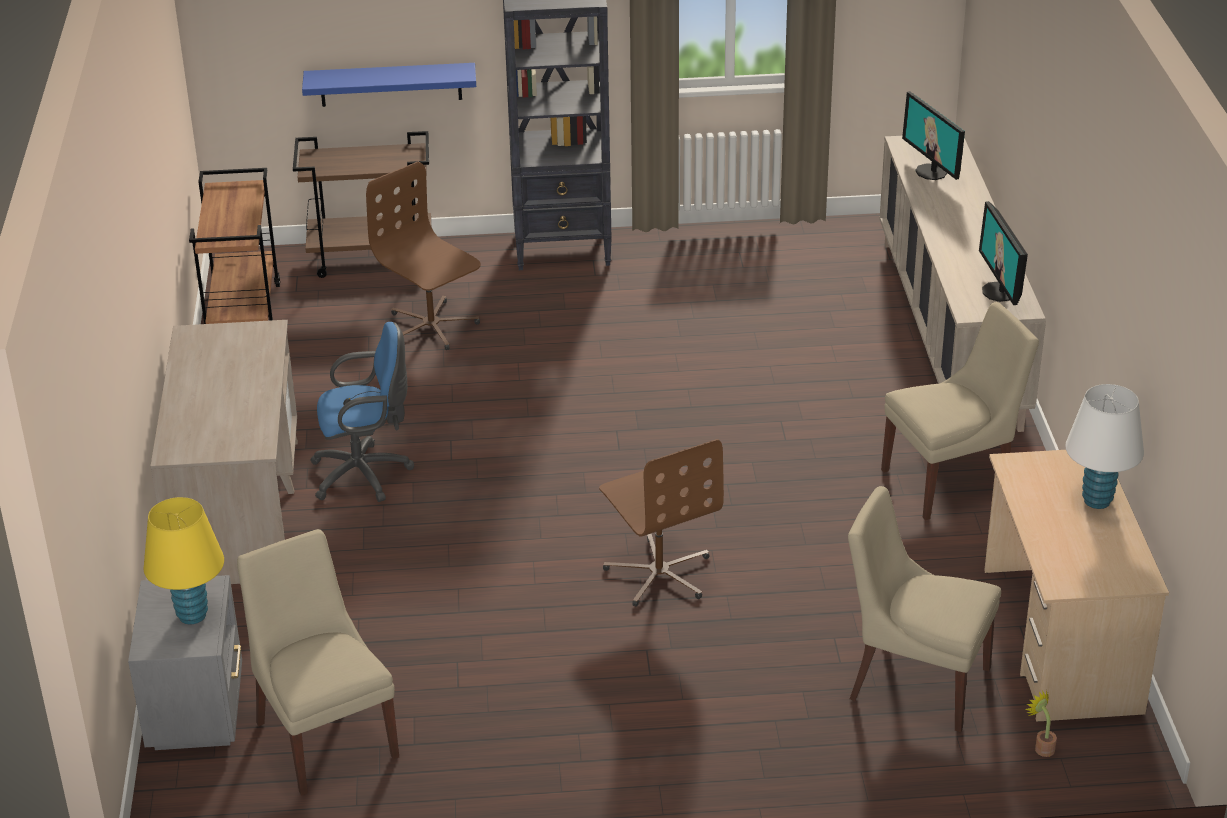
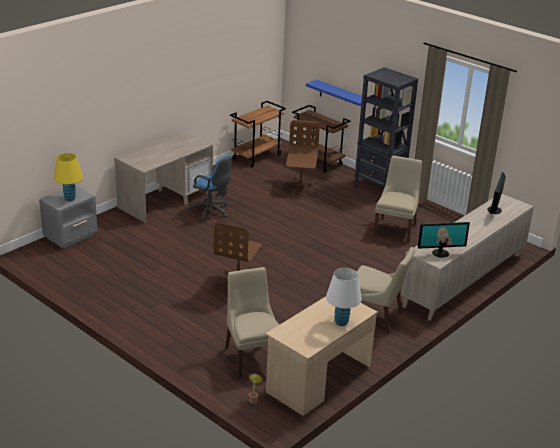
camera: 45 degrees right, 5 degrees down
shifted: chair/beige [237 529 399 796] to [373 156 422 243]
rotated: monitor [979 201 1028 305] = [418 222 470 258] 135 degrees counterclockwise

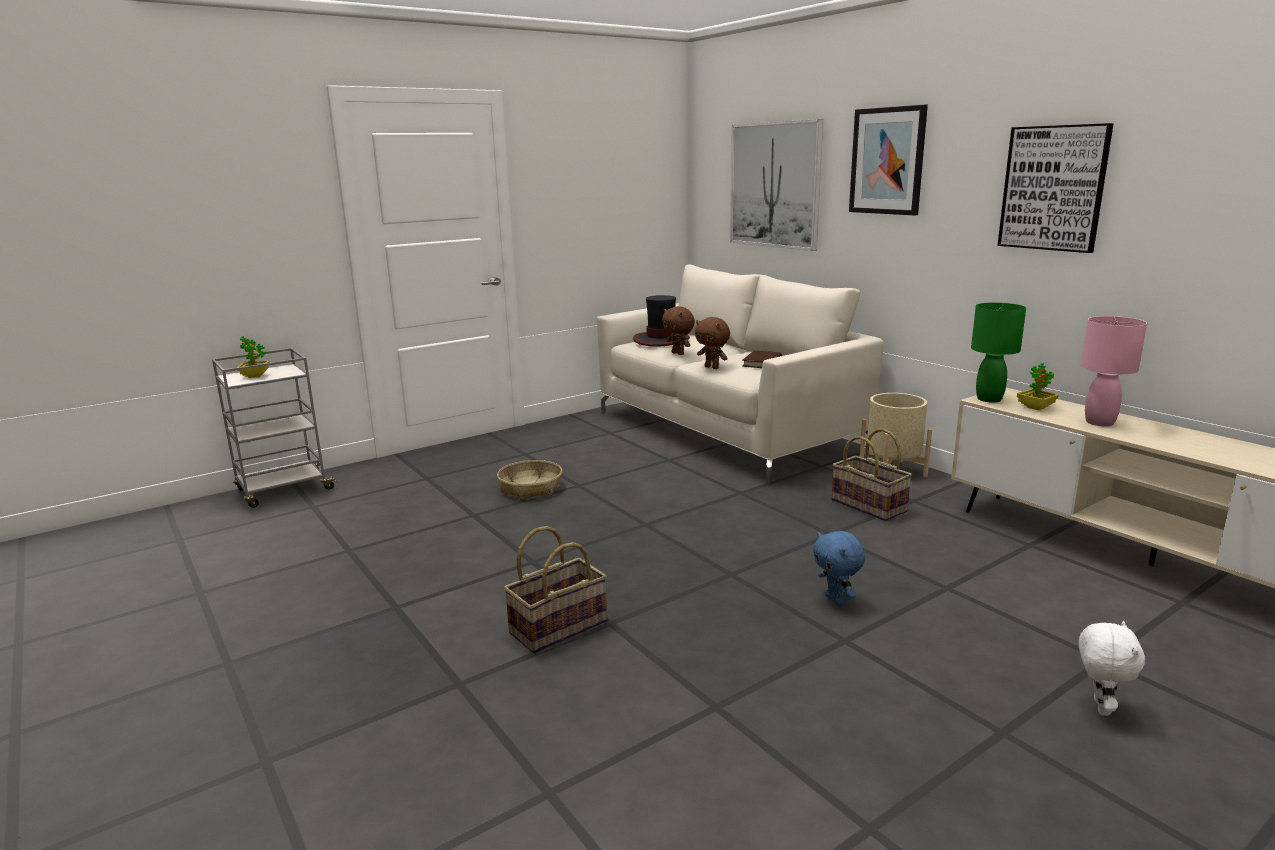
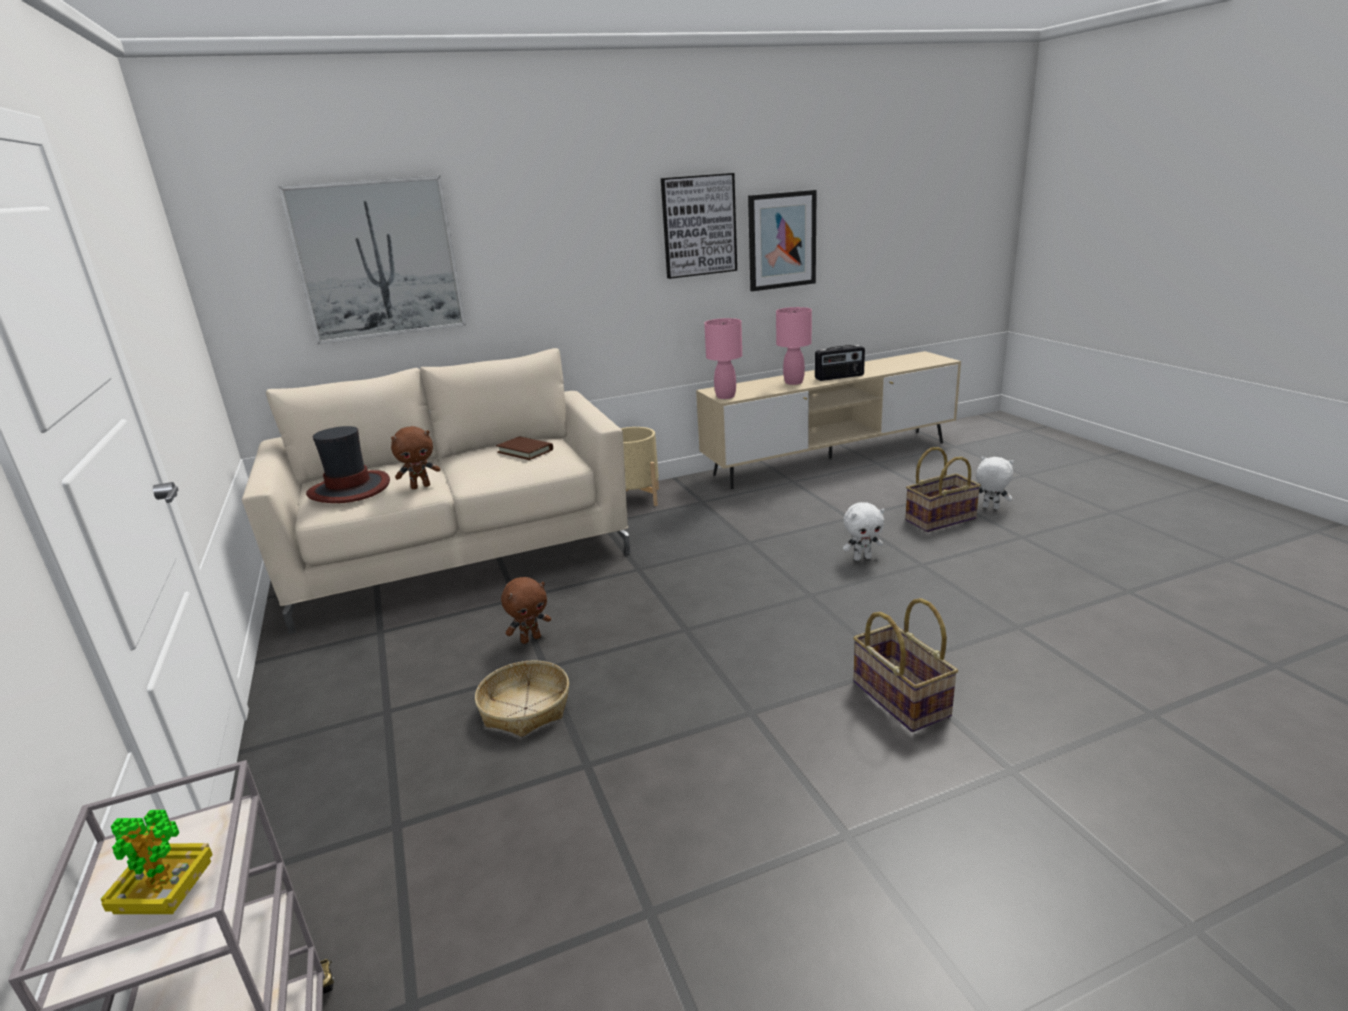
camera: 75 degrees left, 5 degrees up
gone: potted plant [1017 363 1059 410]
new: radio [815 345 865 381]
shifted: plush toy/brown [695 317 730 369] to [501 577 551 644]; basket [831 428 912 521] to [905 447 981 532]; picture [849 105 928 215] to [748 190 817 291]
repainted: plush toy/blue [813 531 865 605] to plush toy/white [843 502 885 561]; table lamp/green [971 302 1026 403] to table lamp/pink [704 318 742 399]

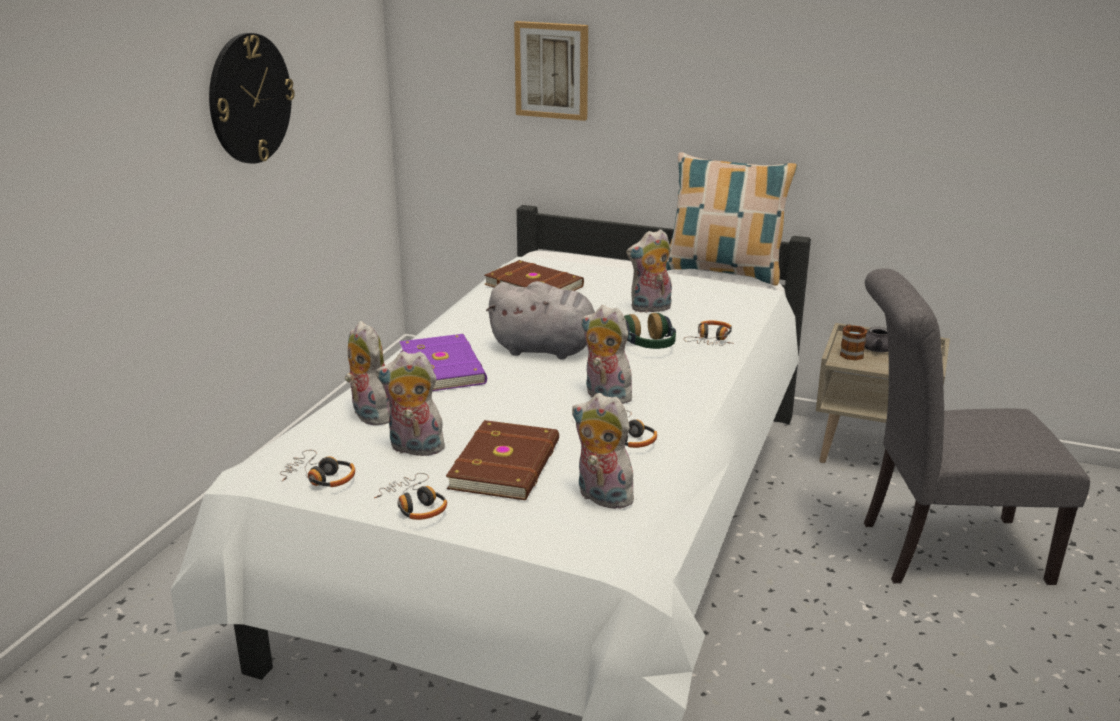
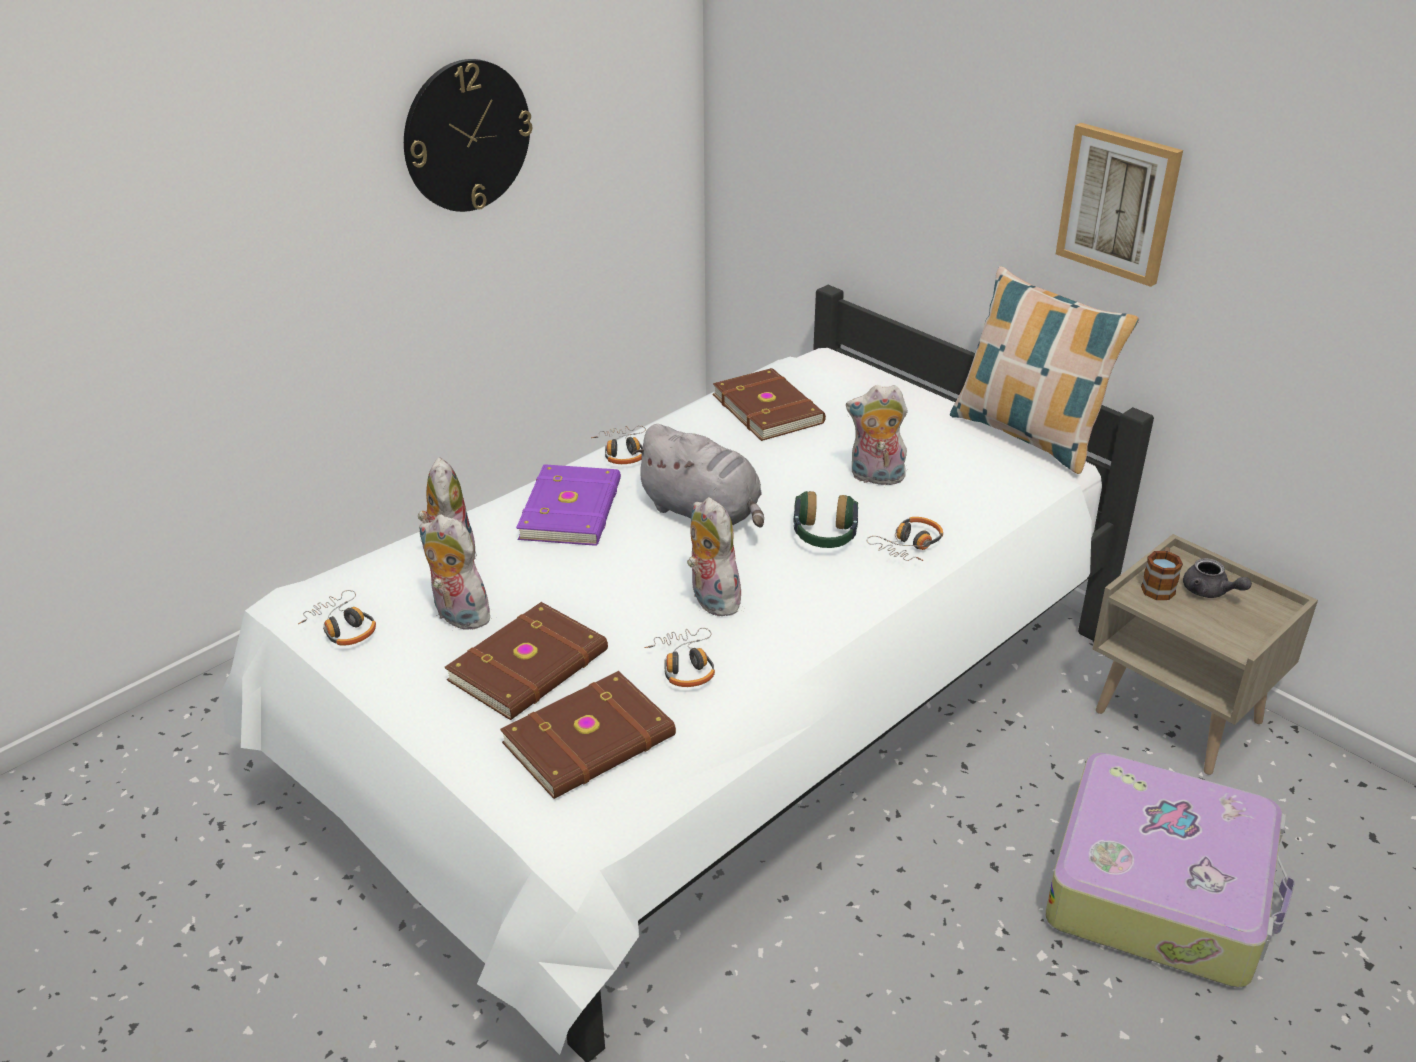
camera: 25 degrees right, 10 degrees up
shifted: headphones [374 473 447 520] to [591 426 646 464]; picture [514 21 588 121] to [1056 123 1183 287]
swapped: plush toy [572 393 640 509] to book/brown [500 671 676 799]; chair/grey [864 268 1090 585] to suitcase [1046 753 1295 988]

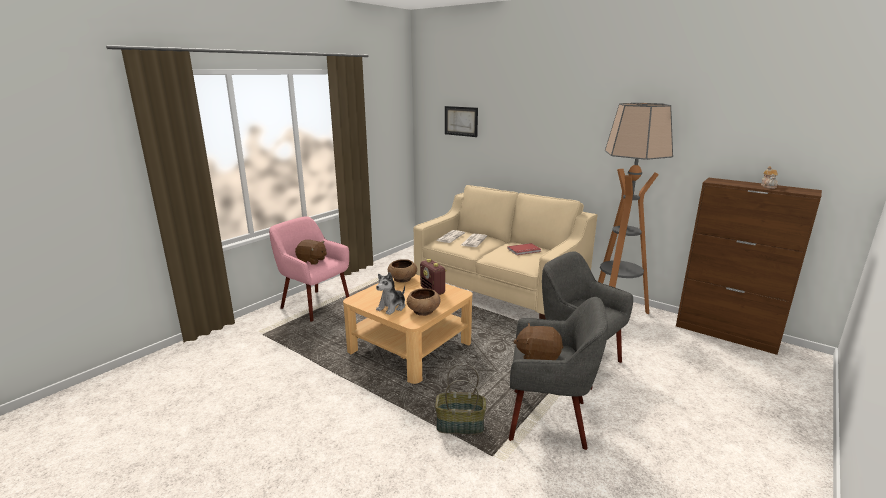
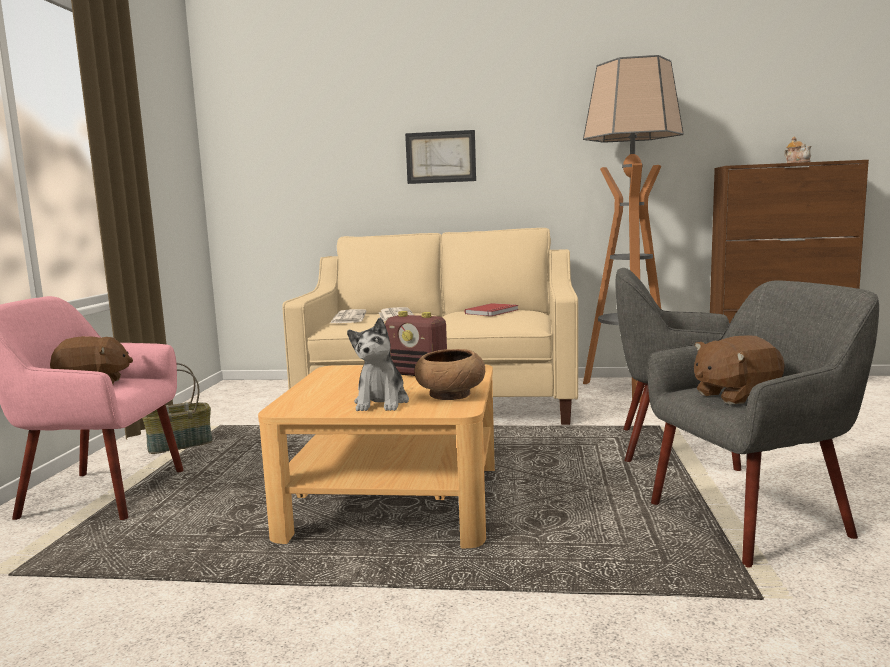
camera: 30 degrees left, 10 degrees down
gone: bowl/brown [388 259 417 283]
shifted: basket [435 364 486 434] to [142 363 213 454]; picture [445 106 478 137] to [405 130 476 184]

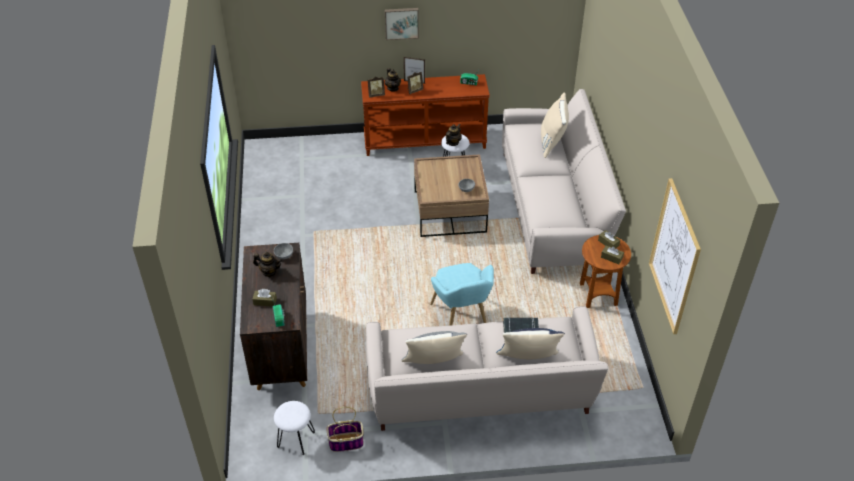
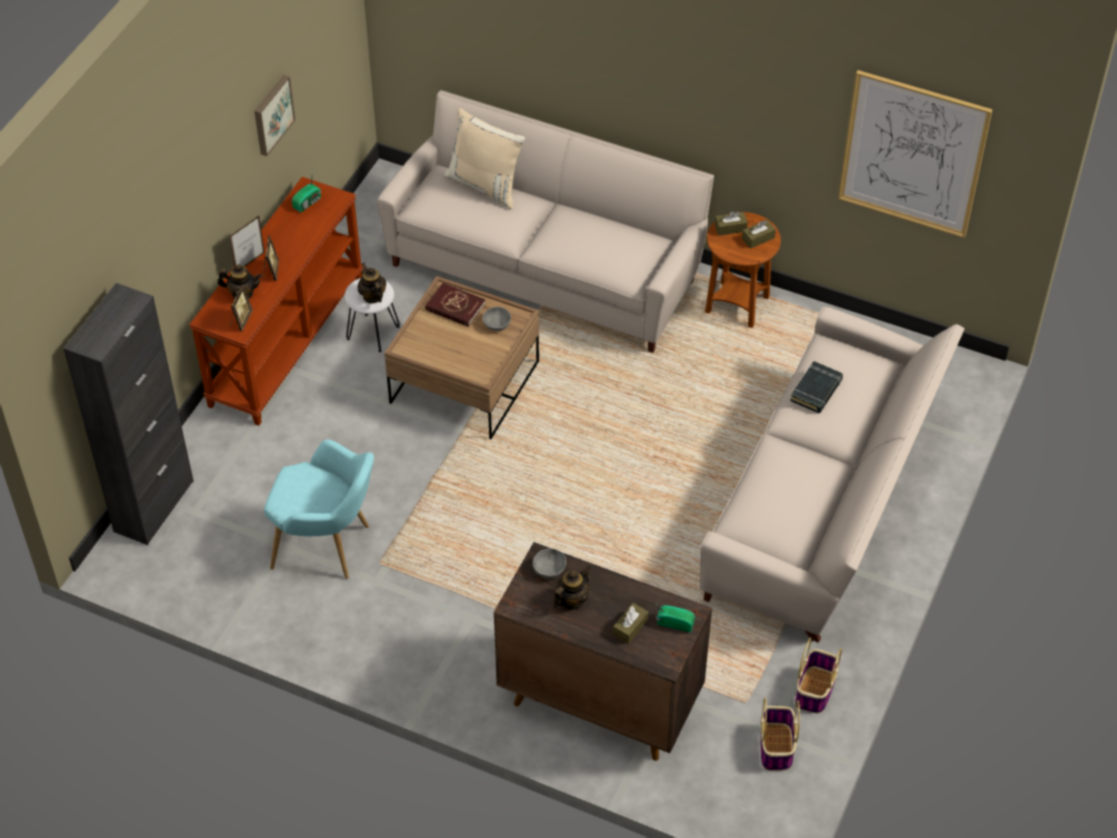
camera: 60 degrees left, 5 degrees up
gone: pillow/grey [401 331 467 364]; pillow/blue [496 328 565 359]
new: cabinet/black [63 283 194 545]; book/red [425 283 486 327]
shifted: picture [385 8 419 40] to [254 75 295 156]; armchair/turquoise [430 263 494 326] to [264 440 374 579]
swapped: stool/white [274 401 315 455] to basket [761 698 800 771]

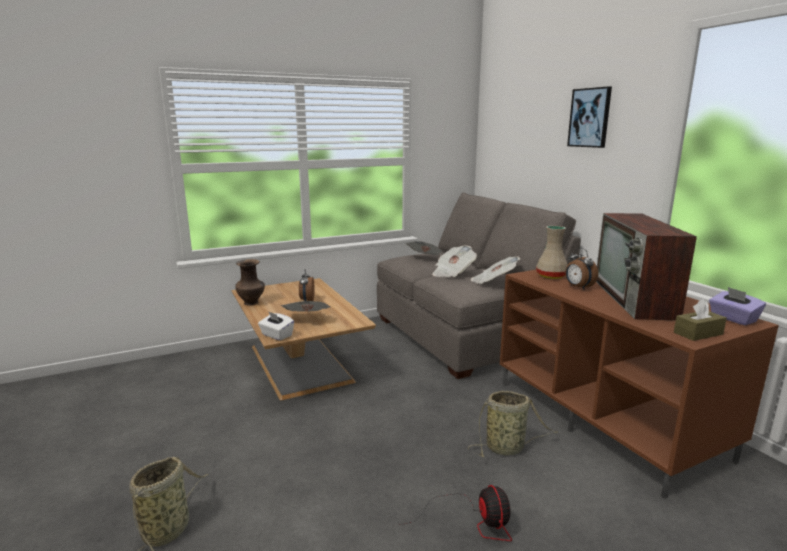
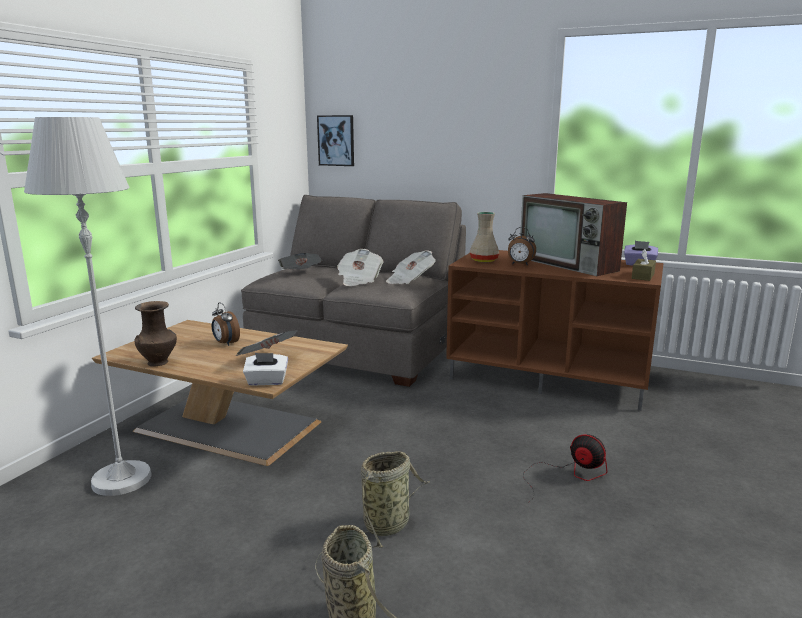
camera: 40 degrees left, 0 degrees up
new: floor lamp/white [24 117 151 496]
shifted: basket [468 391 558 457] to [360 451 429 548]; picture [567 86 612 148] to [317 115 354 166]

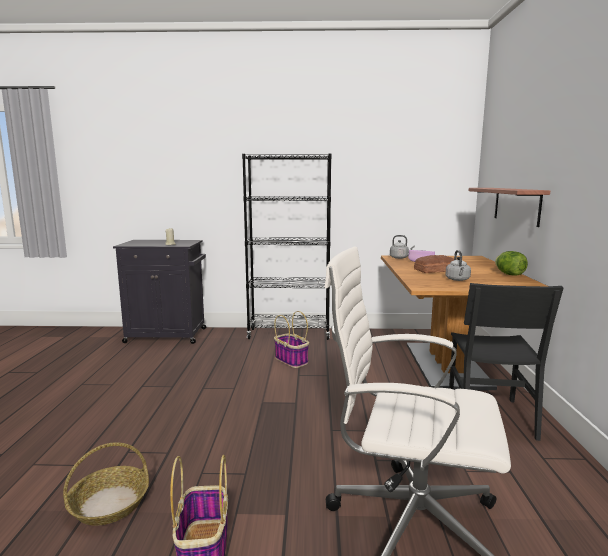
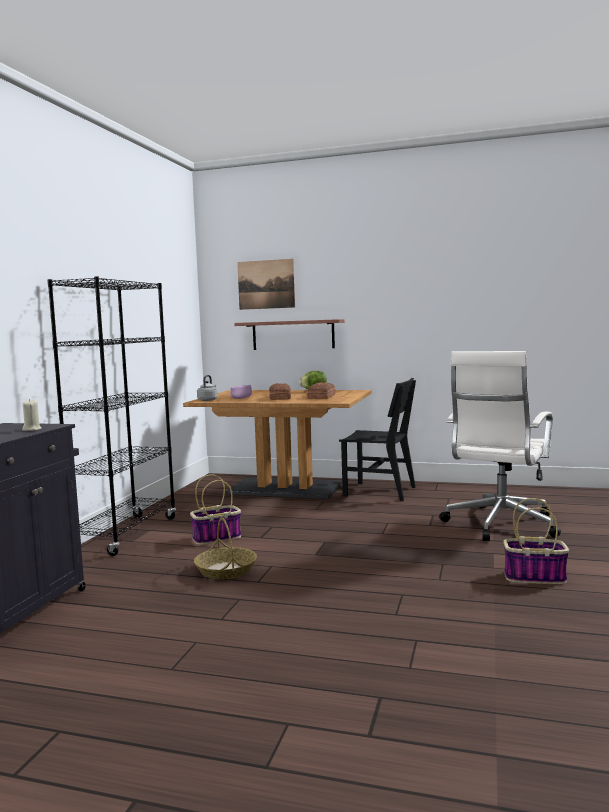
camera: 75 degrees left, 5 degrees down
new: picture [237 259 295 310]
shifted: basket [63 442 149 526] to [194 517 257 580]
swapped: kettle/grey [445 250 471 281] to bread [307 382 336 399]

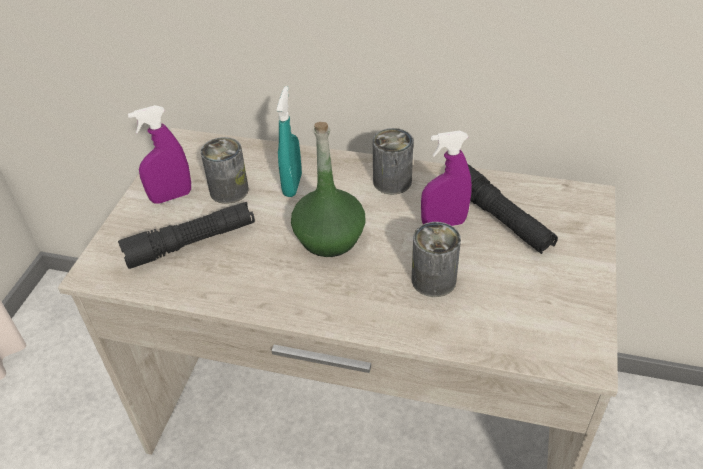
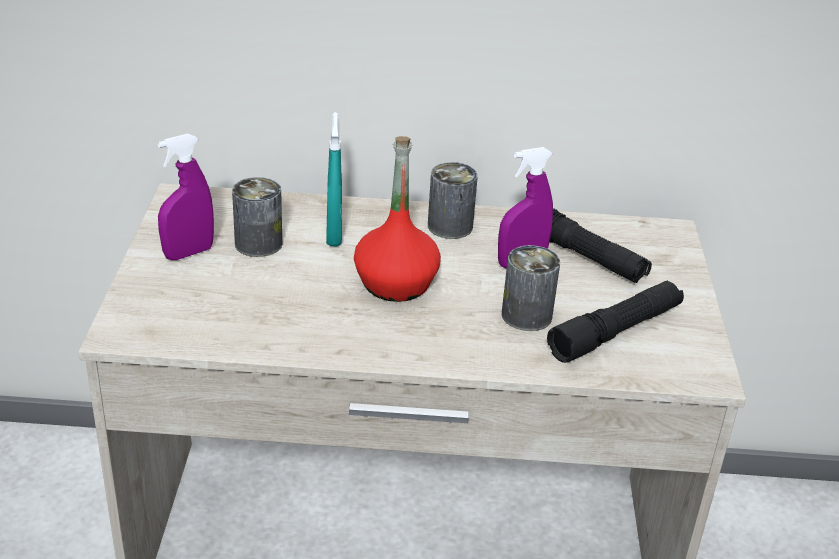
camera: 15 degrees left, 10 degrees down
shifted: flashlight/black [118 202 255 269] to [547 280 684 363]
repainted: bottle/green [291 122 365 257] to bottle/red [354 136 441 302]

